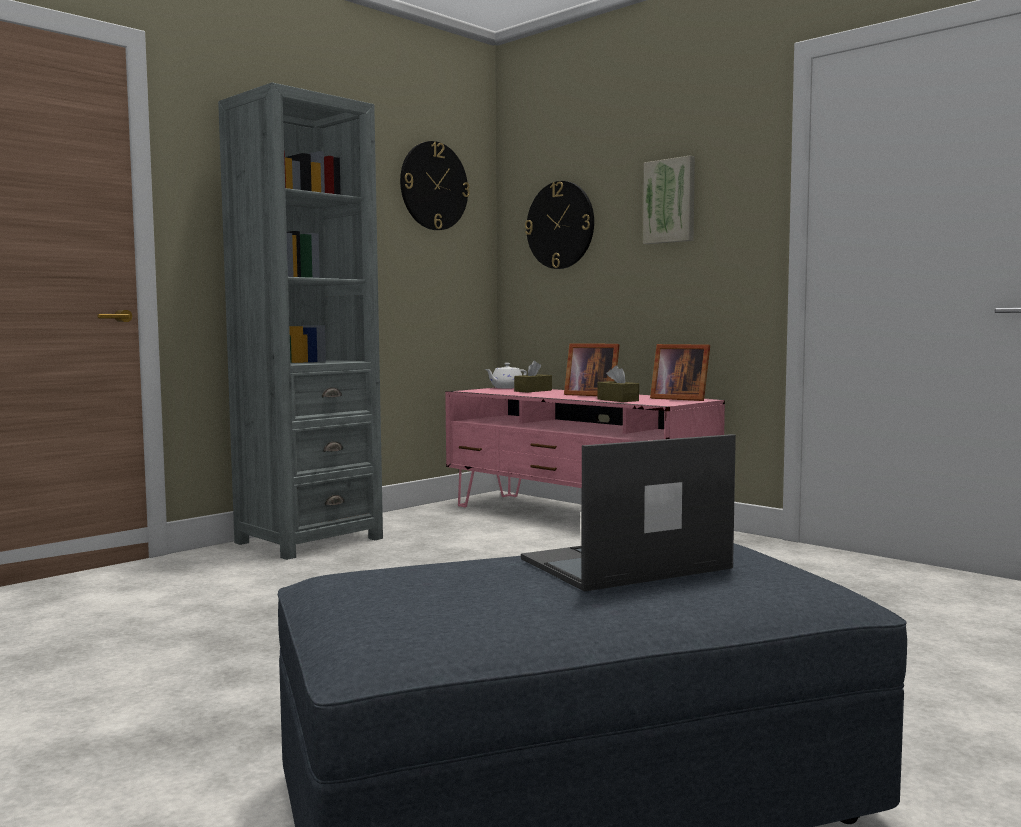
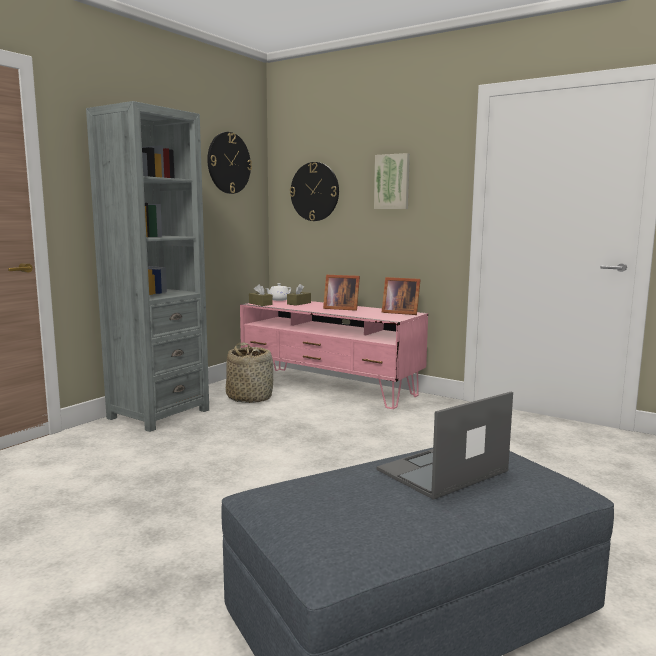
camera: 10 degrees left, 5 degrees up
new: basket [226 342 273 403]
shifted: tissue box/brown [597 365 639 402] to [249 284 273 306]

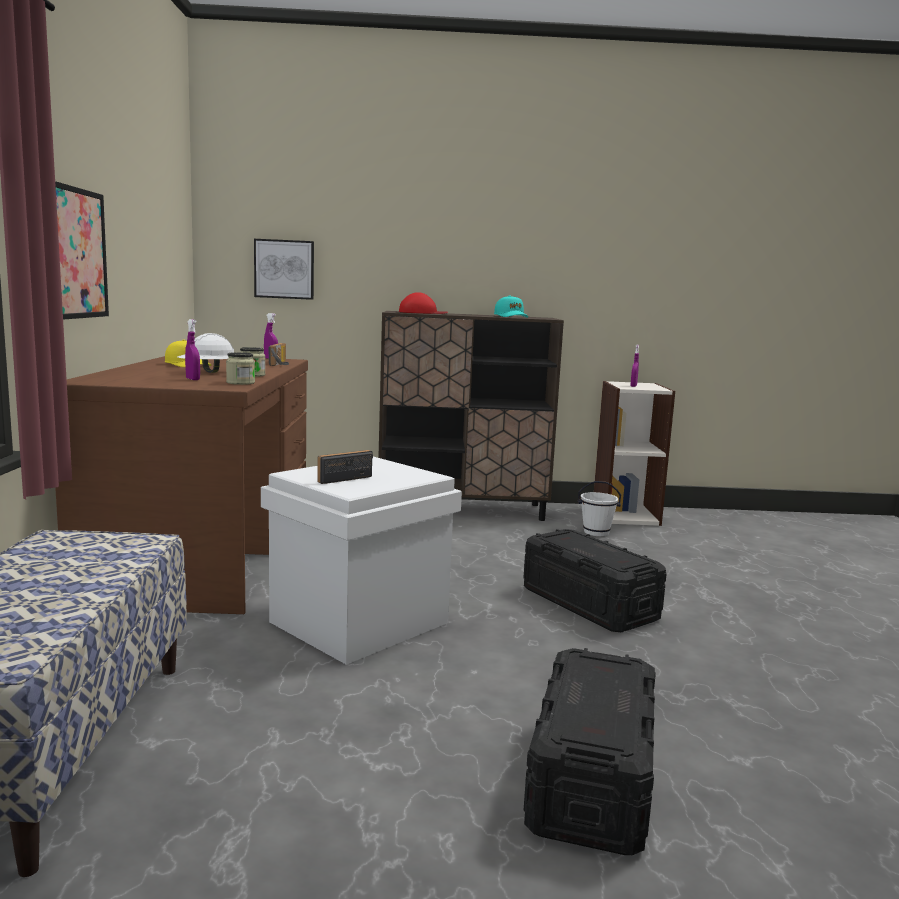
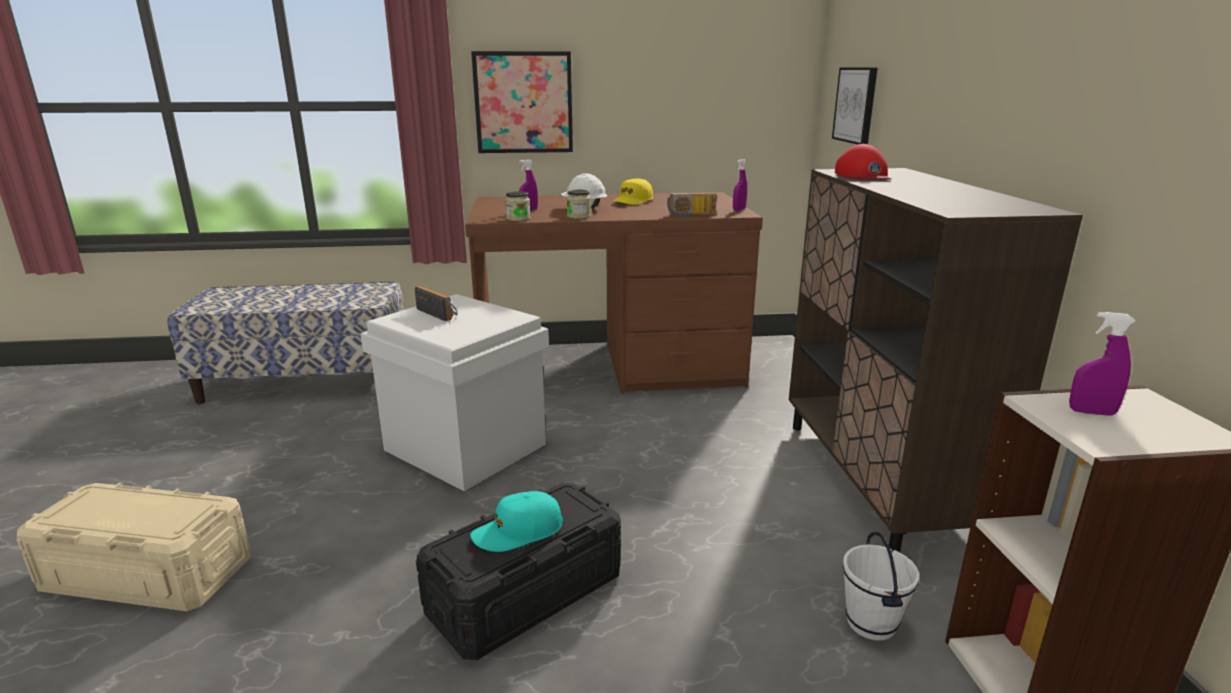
camera: 85 degrees right, 10 degrees up
shifted: cap/turquoise [494 296 528 318] to [470 491 563 552]
repainted: storage box/black [523 648 656 855] to storage box/beige [17 483 251 611]

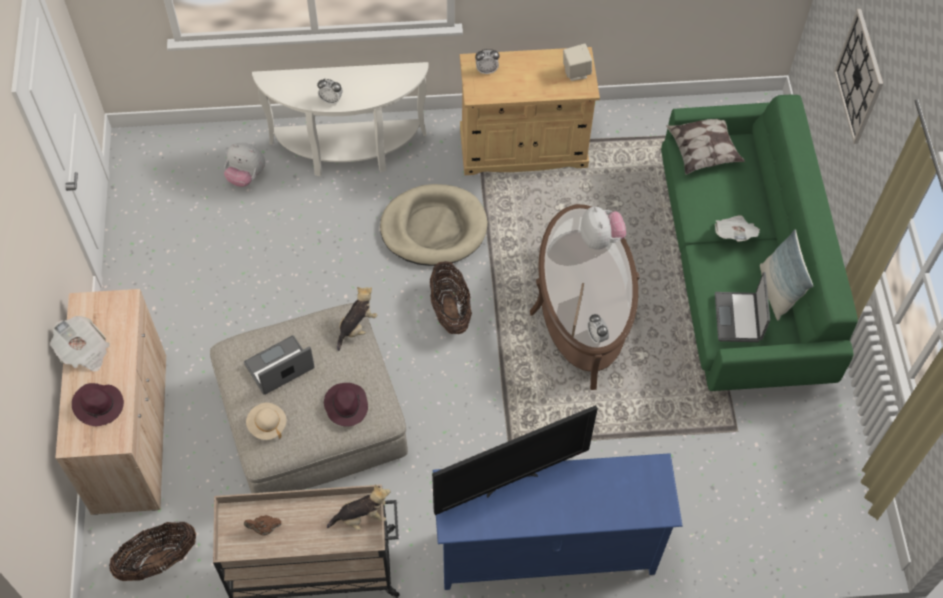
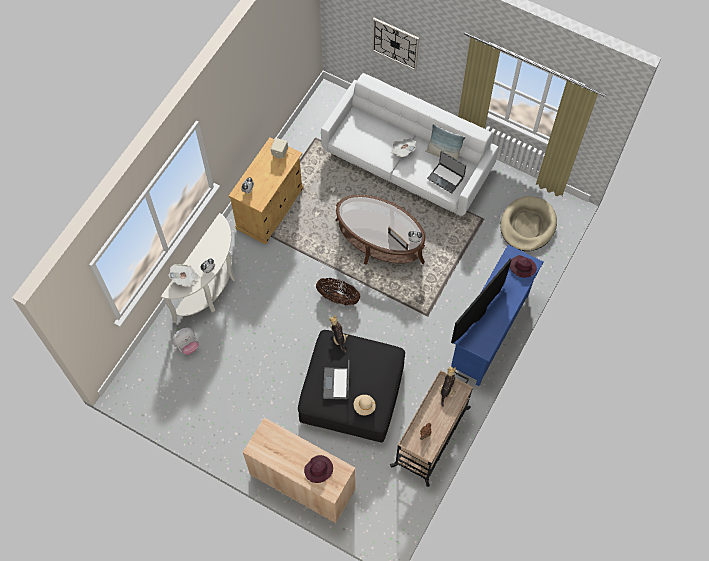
camera: 55 degrees left, 5 degrees up
gone: basket [109 522 196 581]; plush toy [581 206 626 250]; pillow [666 119 745 175]
shifted: newspaper [50 316 110 372] to [168 264 200 287]; hat/purple [324 383 368 427] to [510 255 537 278]; dog bed/beige [380 184 488 266] to [500 196 557 251]
repainted: ottoman/beige [210 303 408 493] to ottoman/black [298 330 405 442]; sofa/green [661 95 858 391] to sofa/white [321 73 499 216]
rotated: television [432 405 598 515] = [451 259 512 344] 150 degrees counterclockwise

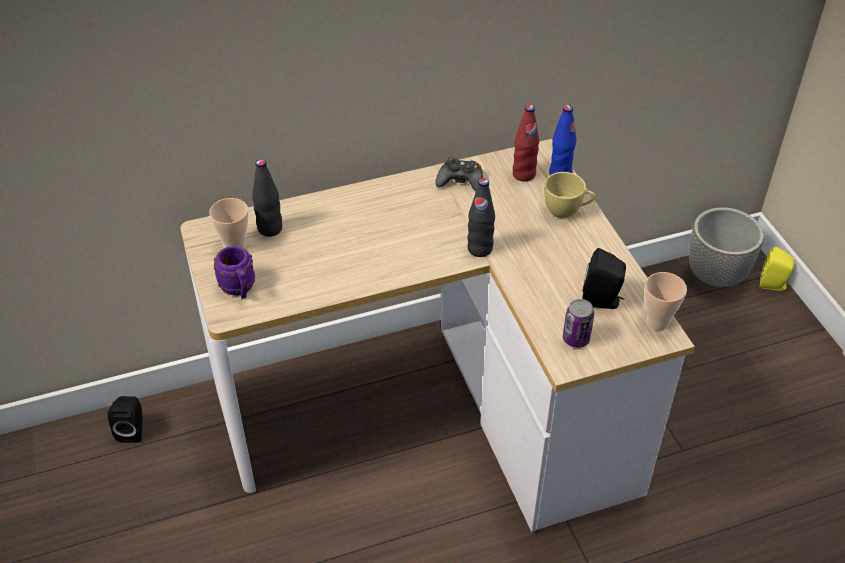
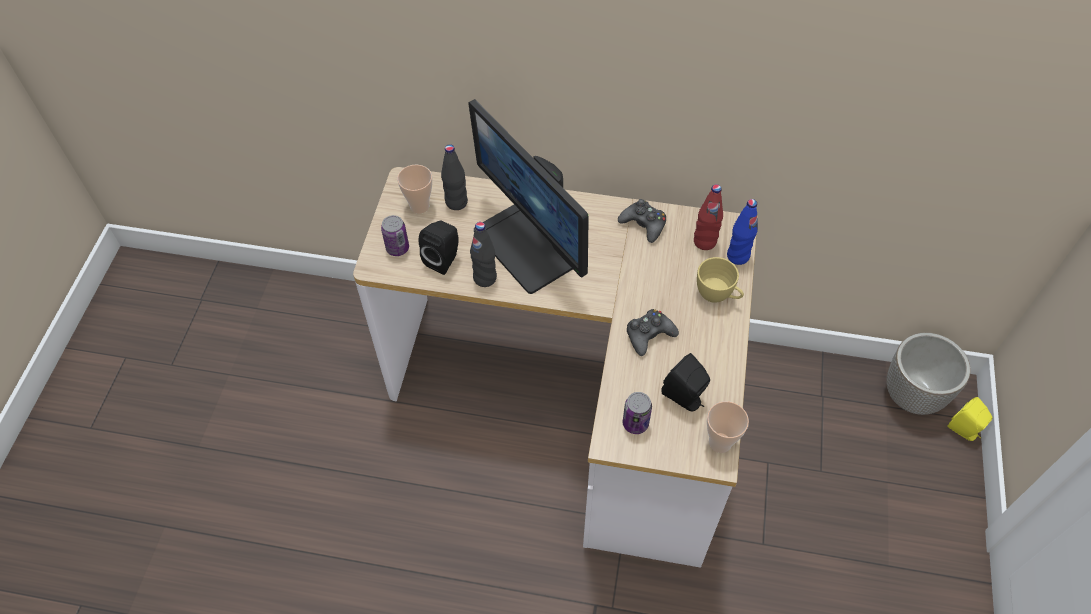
camera: 30 degrees right, 10 degrees up
new: monitor [468 99 589 294]; game controller/black [627 309 679 356]
shifted: speaker/black [108 396 143 443] to [419 221 458 275]; bottle/black [467 178 495 257] to [470 222 497 287]
swapped: mug/purple [214 246 255 299] to can [381 215 409 256]

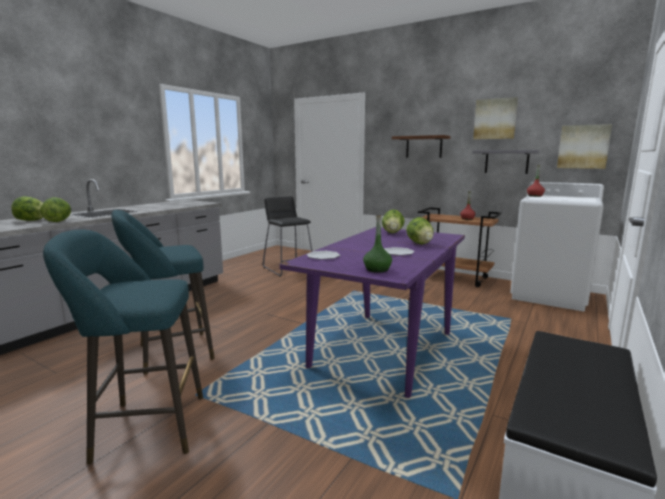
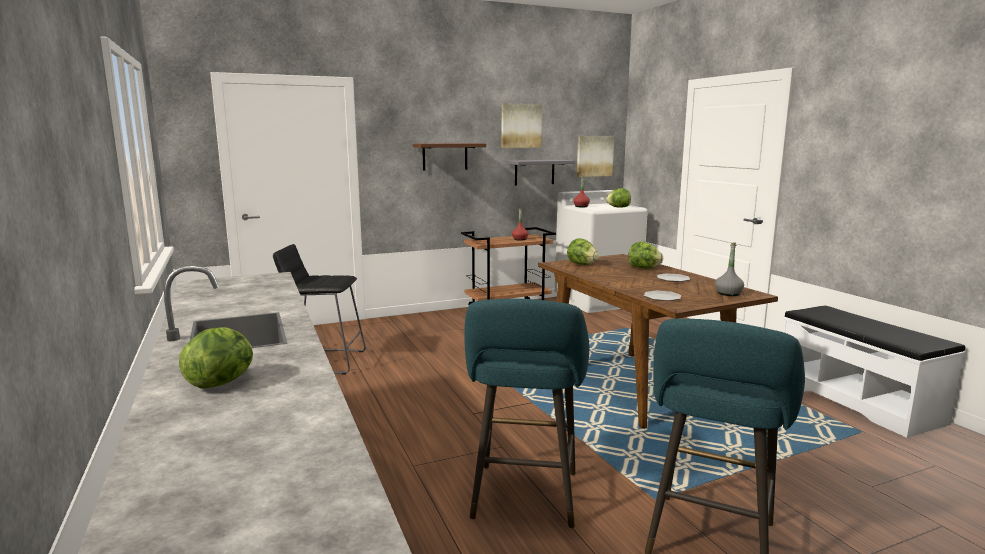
camera: 55 degrees left, 0 degrees up
shifted: lettuce [40 197 71 222] to [606 188 631 208]
repainted: dining table/purple [280 227 465 398] to dining table/brown [538 254 778 429]; bottle/green [363 215 392 273] to bottle/grey [715 243 744 296]

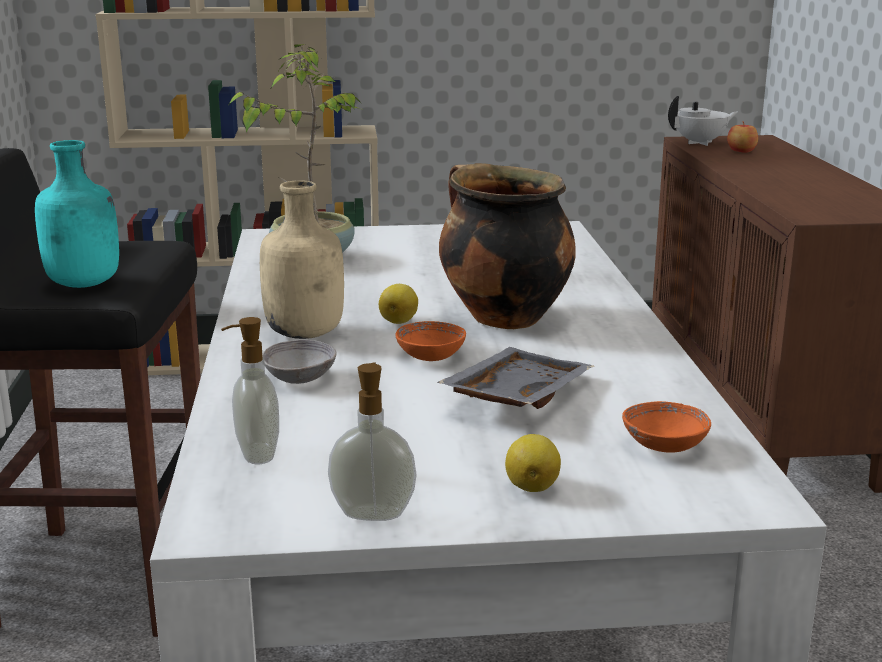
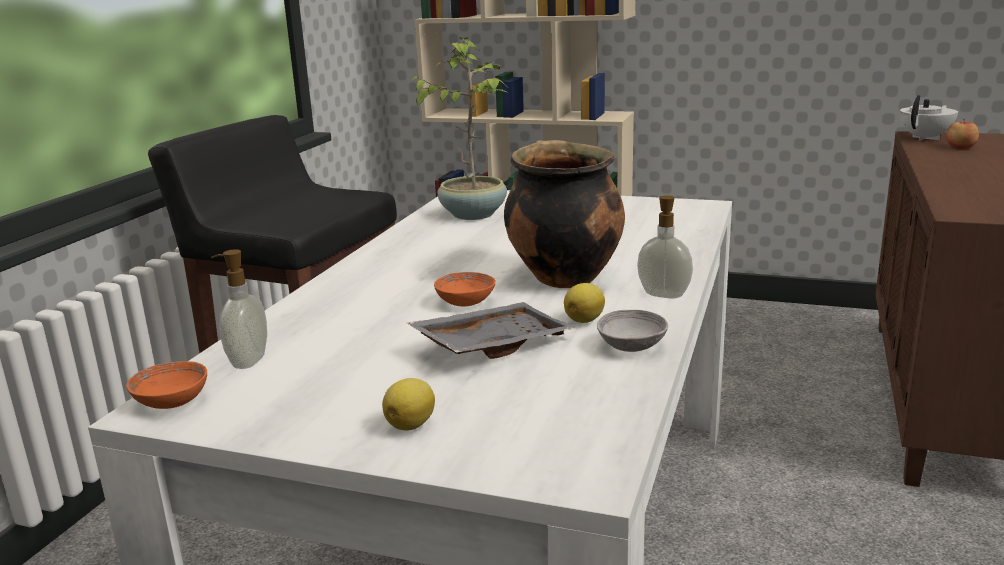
camera: 25 degrees right, 0 degrees up
gone: bottle/turquoise [35 140 119 288]; bottle/beige [260 180 344 339]
shifted: bowl/grey [262 340 337 384] to [597 310 668 352]; soap dispenser [328 363 417 521] to [637 195 693 299]; lemon [379 284 418 324] to [564 283 605 323]; bowl/orange [622 401 711 453] to [126 361 207 409]
rotated: teapot/white [668 96 738 146] = [900 95 958 141] 45 degrees counterclockwise

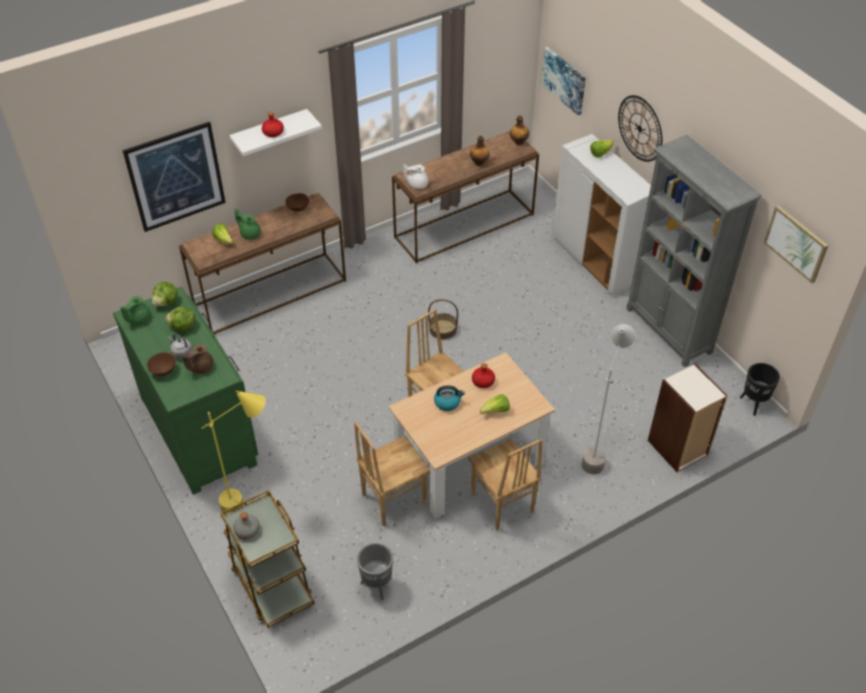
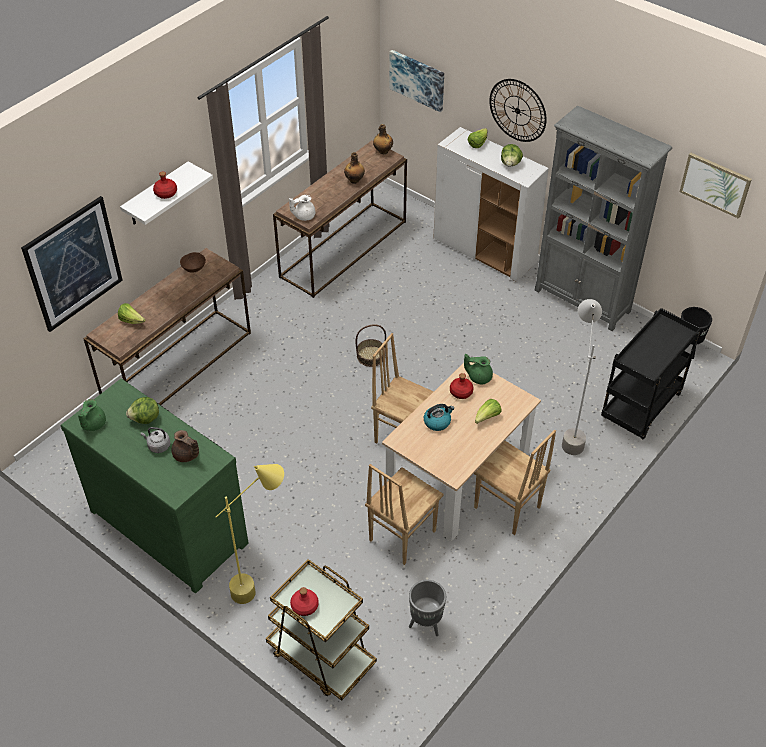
camera: 20 degrees left, 0 degrees up
gone: bowl/brown [147 353 176 376]
shifted: lettuce [152 282 178 307] to [501 144 523 167]; teapot/green [234 208 261 240] to [464 354 493 384]
swapped: bookcase [648 364 728 472] to cart/black [601 308 701 439]
repainted: bottle/grey [233 512 260 539] to bottle/red [290 587 319 616]
rotated: teapot/brown [182 344 214 374] = [171 430 199 462] 75 degrees counterclockwise

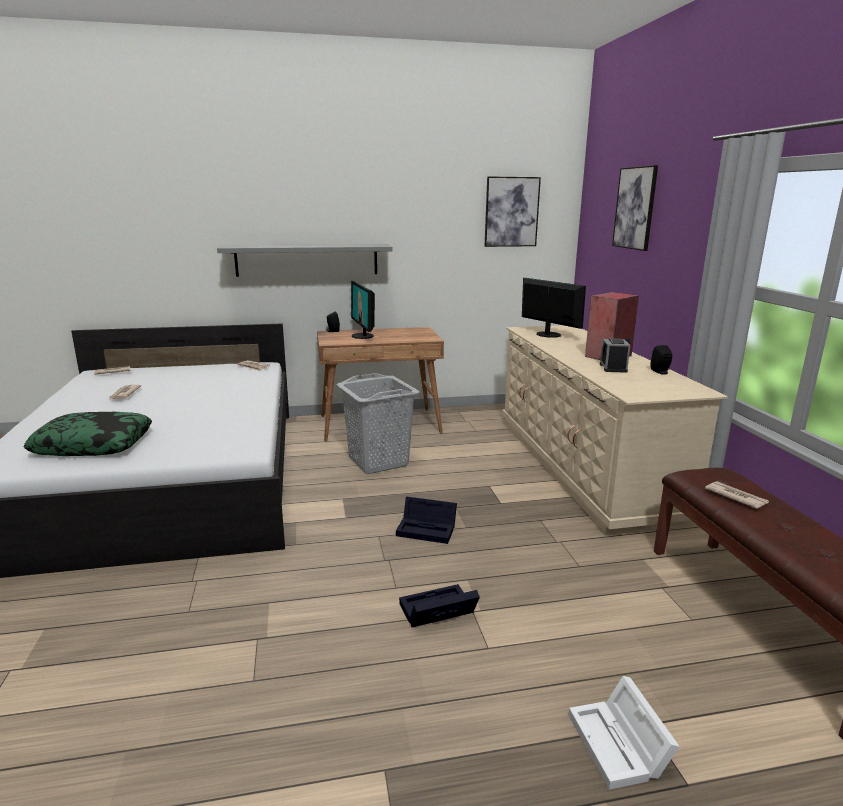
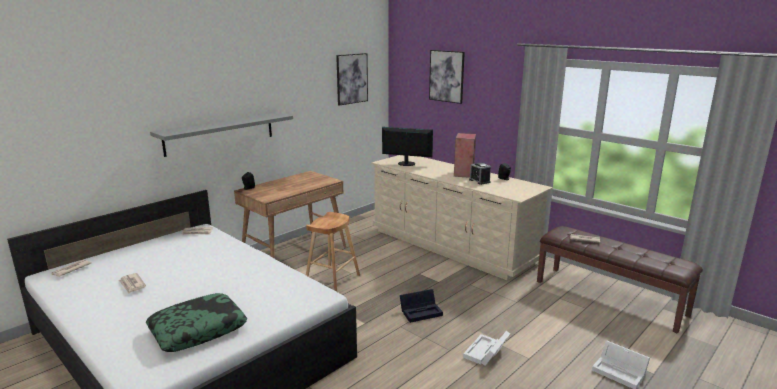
camera: 35 degrees left, 0 degrees up
gone: monitor [351 281 375 339]
swapped: laundry basket/grey [337 373 420 474] to stool/brown [306 212 360 292]
repainted: storage box/black [399 584 480 627] to storage box/white [463 331 510 366]

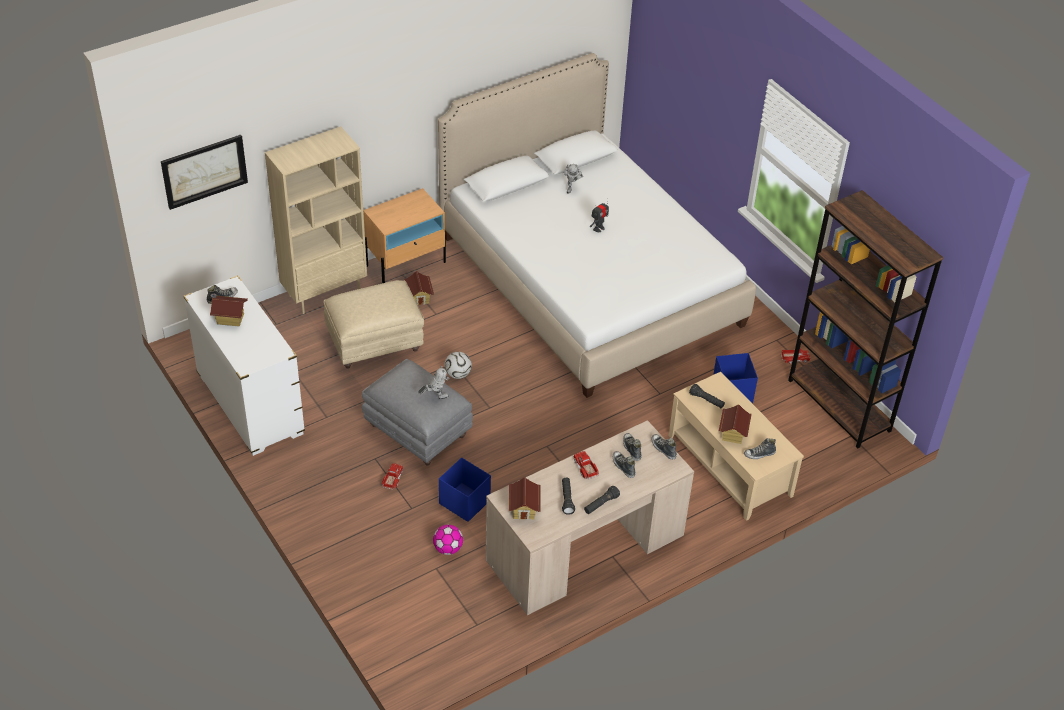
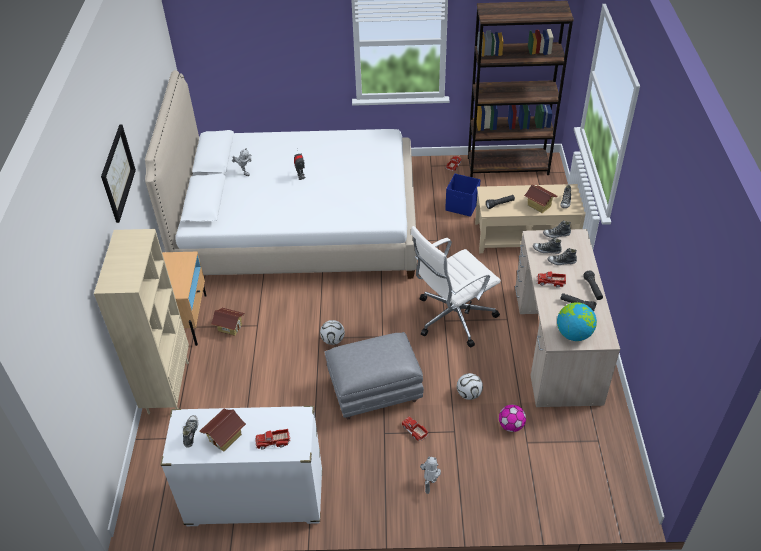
camera: 55 degrees left, 0 degrees up
gone: ottoman/beige [324 280 424 369]
new: toy truck [255 429 291 449]; office chair/white [411 226 501 347]
shifted: picture [161 135 248 210] to [101 125 136 223]; toy robot [418 366 450 399] to [420 457 441 494]
swapped: storage box/blue [439 457 491 522] to football [457 373 483 400]; toy house [509 478 540 520] to globe [557 302 597 341]

